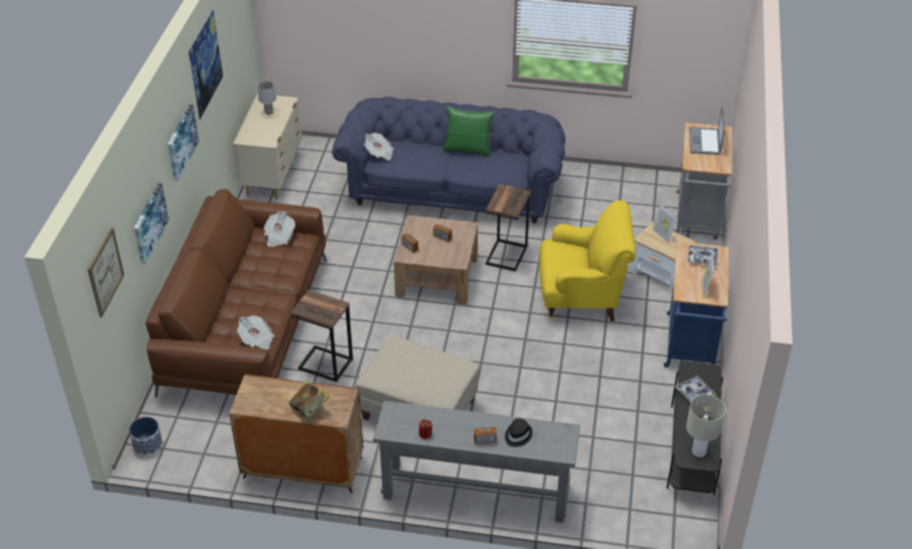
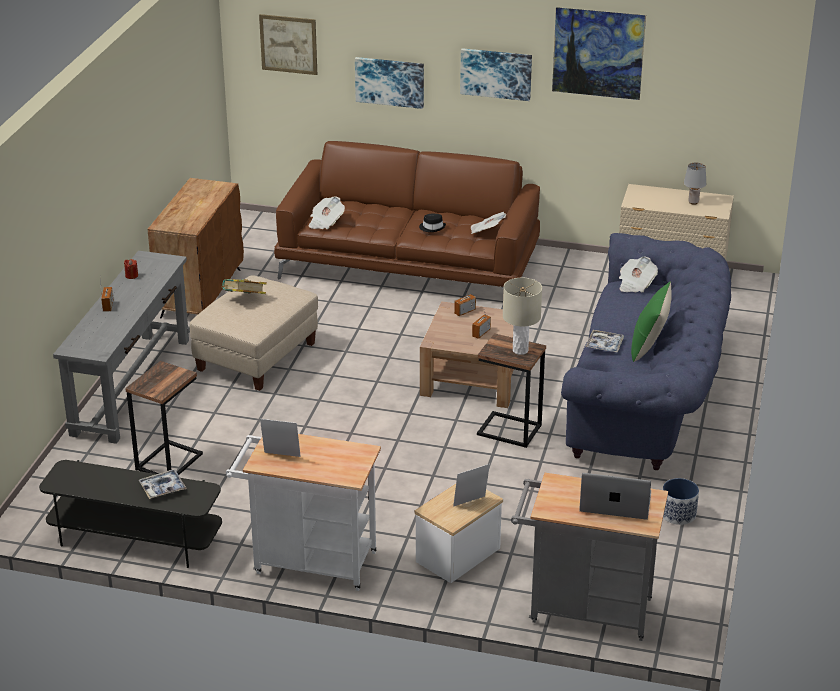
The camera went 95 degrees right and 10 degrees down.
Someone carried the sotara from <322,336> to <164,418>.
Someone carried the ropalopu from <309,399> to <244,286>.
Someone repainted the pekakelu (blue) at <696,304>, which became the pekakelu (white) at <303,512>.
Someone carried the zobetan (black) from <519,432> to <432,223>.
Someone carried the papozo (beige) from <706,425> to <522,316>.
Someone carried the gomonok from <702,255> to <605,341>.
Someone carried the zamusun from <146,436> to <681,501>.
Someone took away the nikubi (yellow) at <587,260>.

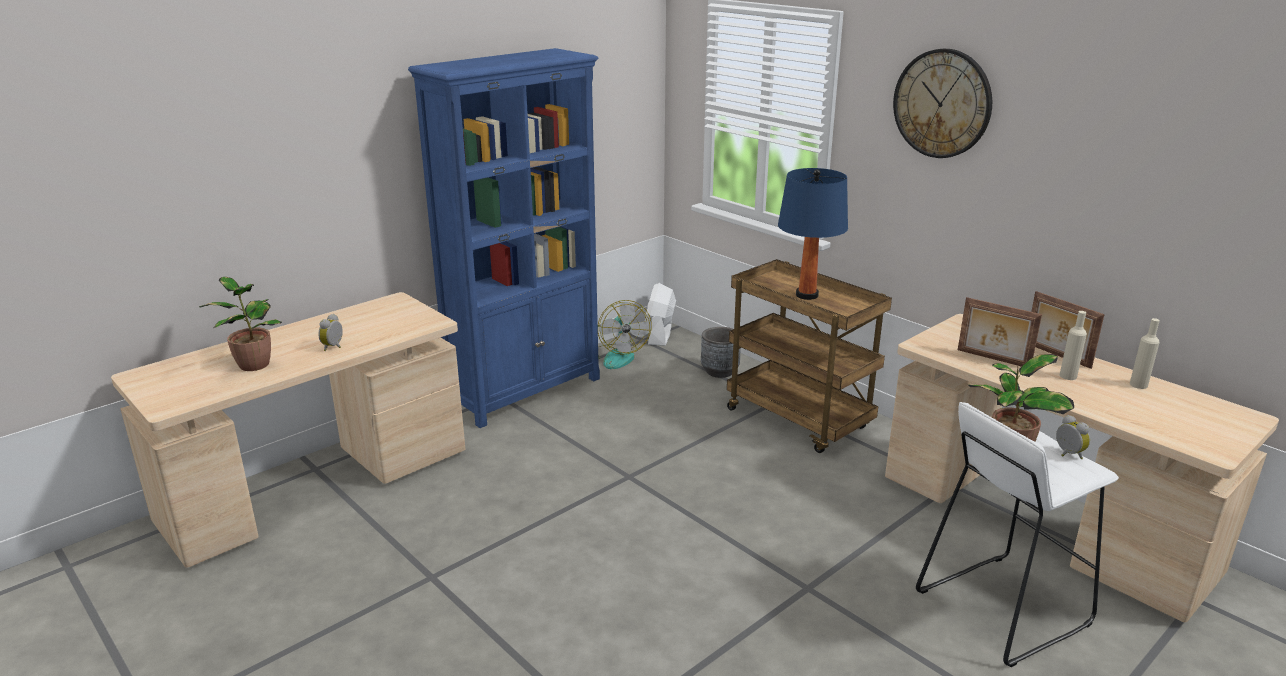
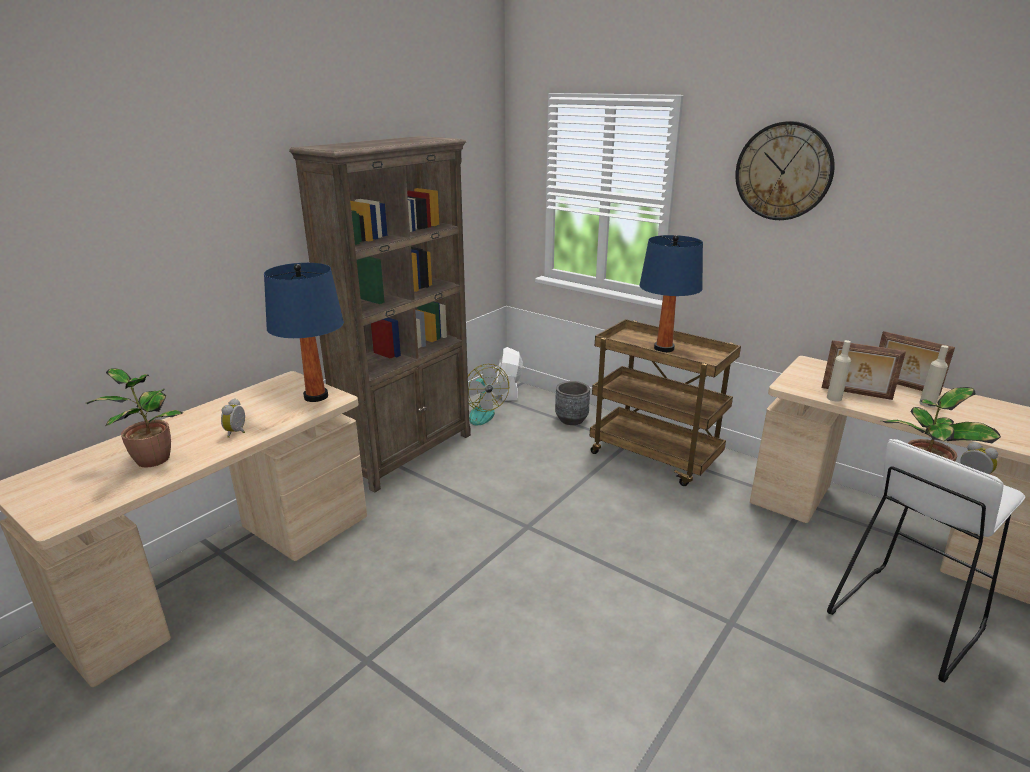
The camera went 10 degrees left and 0 degrees up.
Someone put down the papozo (blue) at <304,332>.
Someone repainted the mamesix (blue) at <504,238>, which became the mamesix (brown) at <380,314>.
Someone carried the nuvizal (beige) from <1145,353> to <839,371>.

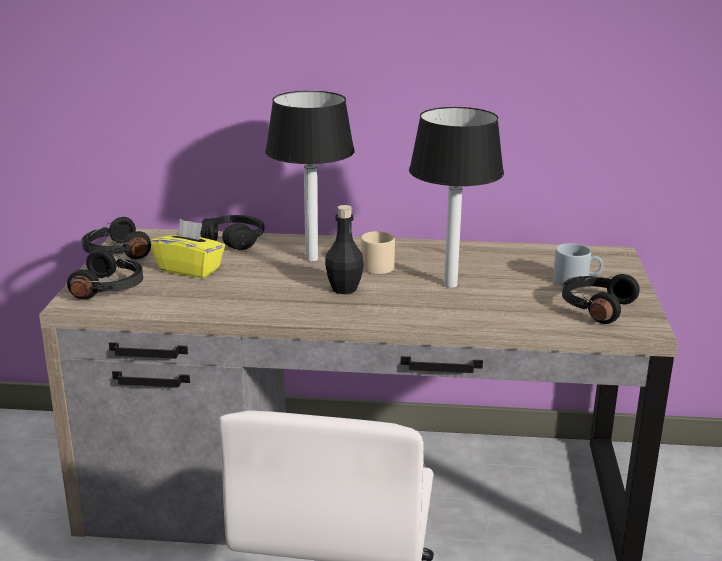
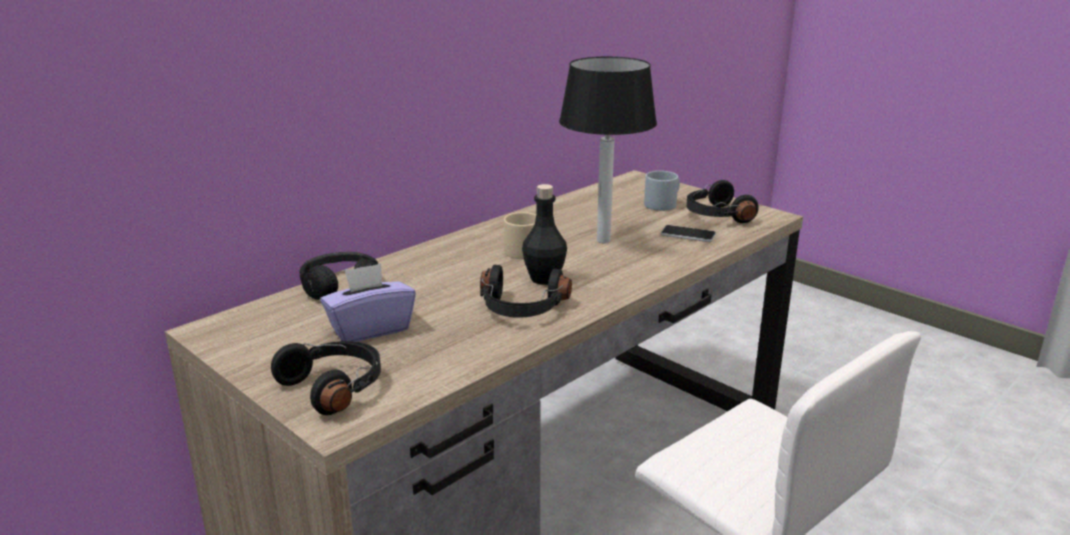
The camera went 50 degrees left and 0 degrees up.
Someone repainted the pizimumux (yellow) at <188,249>, which became the pizimumux (purple) at <368,302>.
Someone carried the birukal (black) from <116,238> to <526,291>.
Someone put down the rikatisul at <688,233>.
Someone took away the papozo at <310,176>.

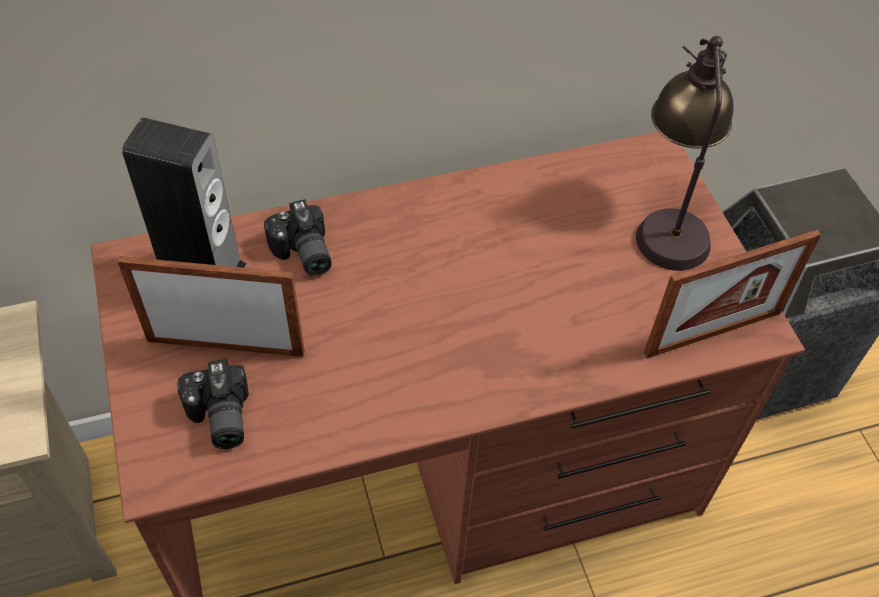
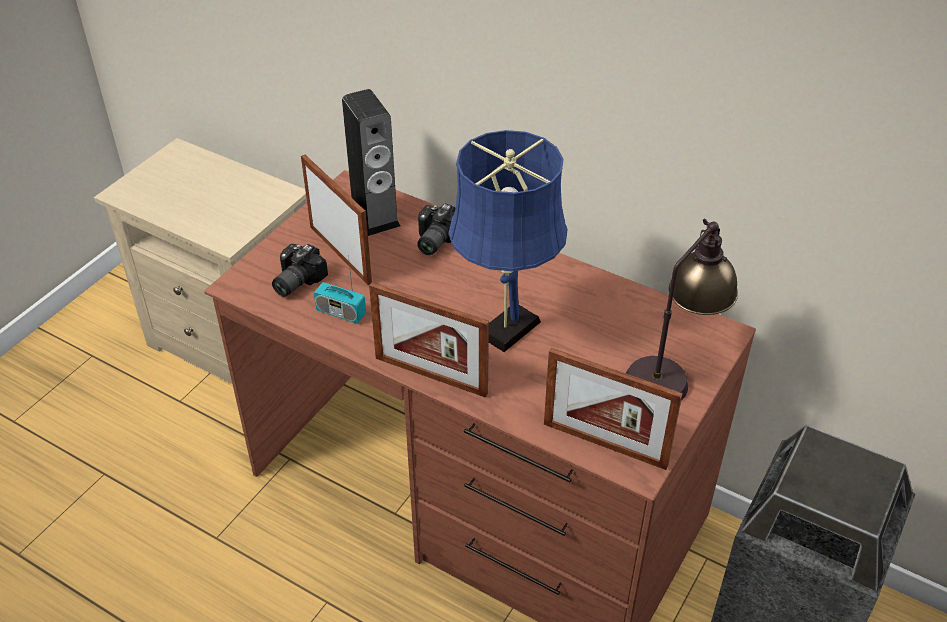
The camera went 50 degrees right and 10 degrees down.
Someone put down the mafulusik at <340,289>.
Someone put down the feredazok at <429,340>.
Someone put down the papozo (blue) at <507,241>.

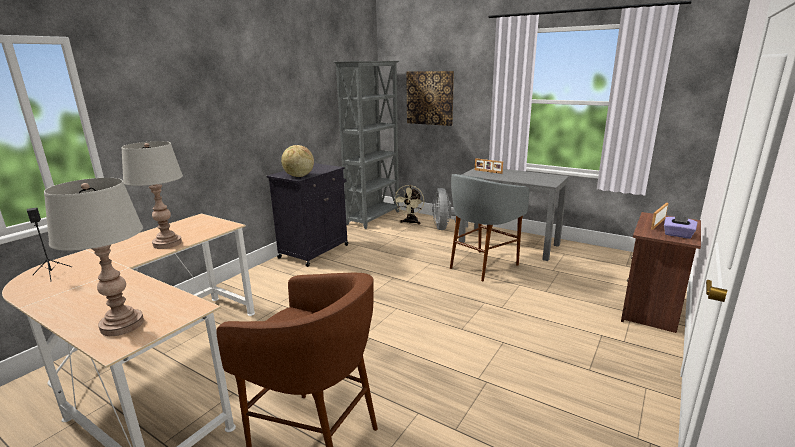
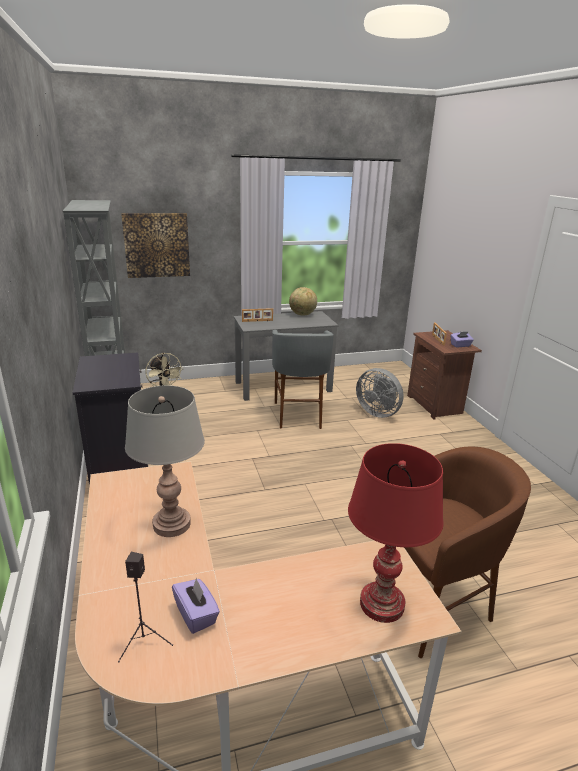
The camera went 50 degrees left and 5 degrees up.
Someone put down the pizimumux (purple) at <196,605>.
Someone carried the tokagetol from <297,161> to <303,301>.
Someone repainted the papozo (grey) at <94,257>, which became the papozo (red) at <396,533>.
Someone carried the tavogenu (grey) from <450,209> to <380,393>.

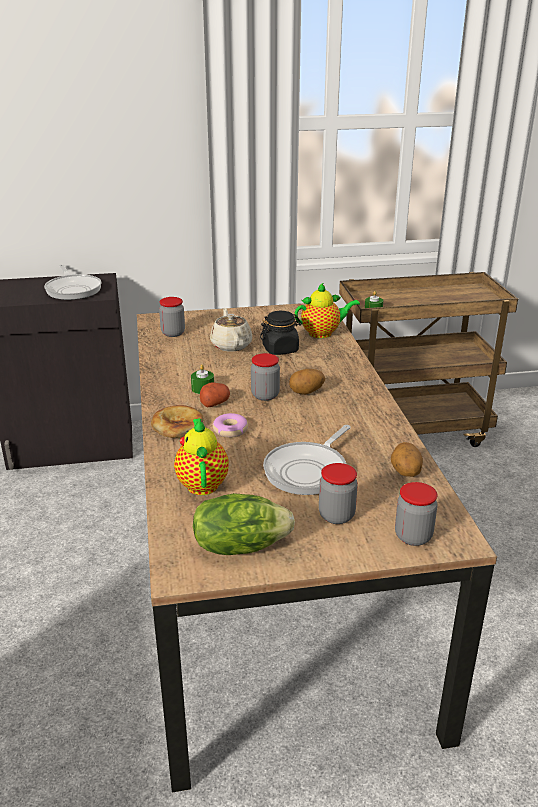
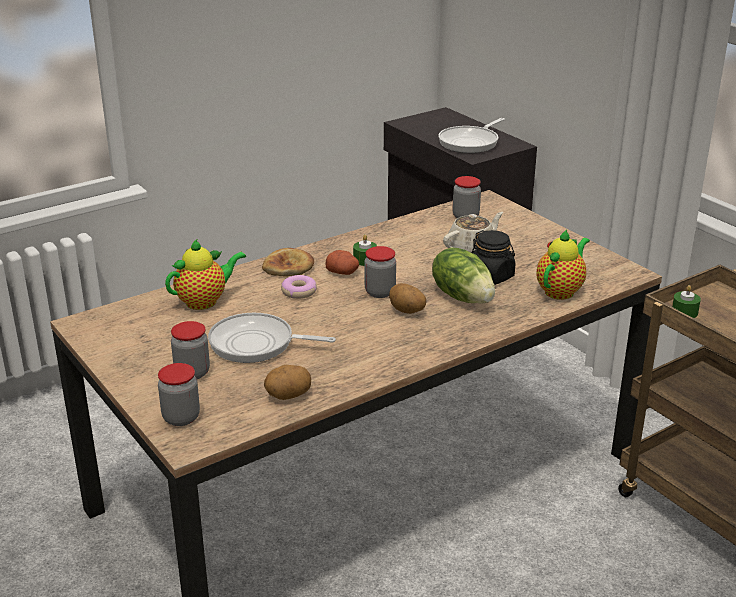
The camera went 65 degrees right and 0 degrees up.
Someone carried the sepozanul from <244,524> to <463,276>.
Someone rotated the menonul at <327,310> by 105 degrees counterclockwise.

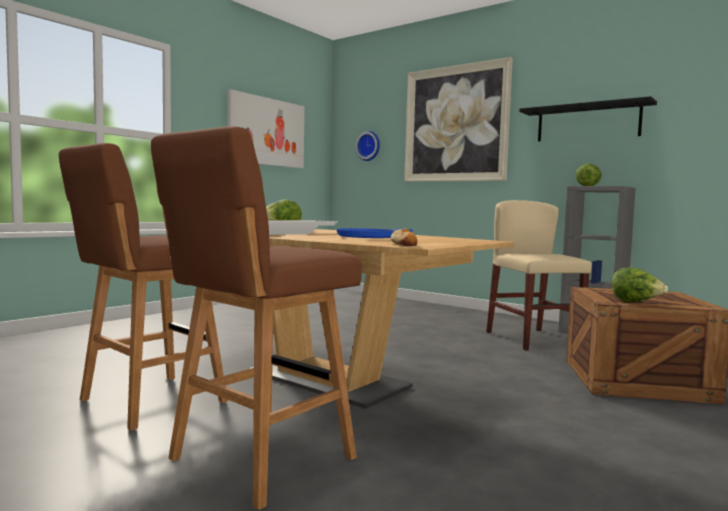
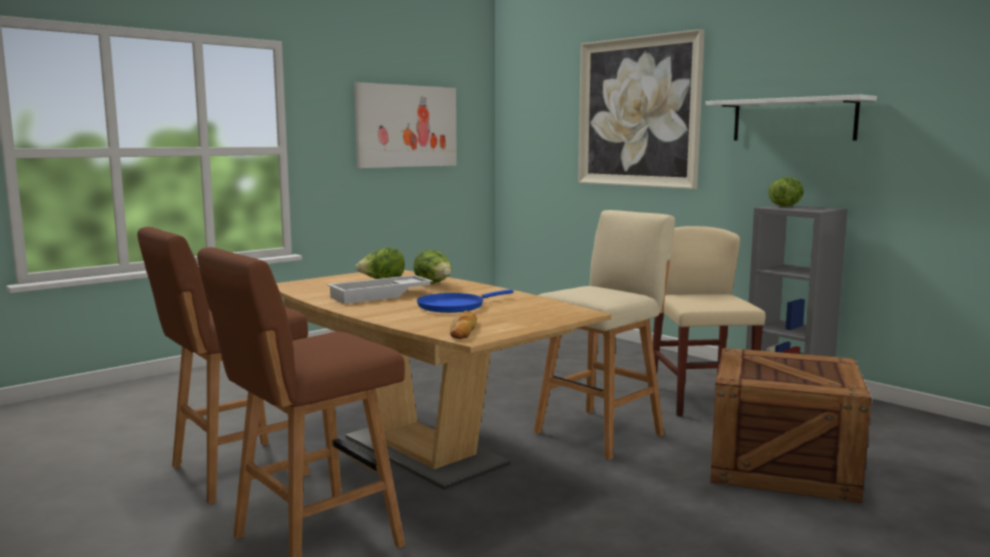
The camera went 10 degrees right and 5 degrees up.
Someone carried the sepozanul from <640,285> to <432,267>.
Someone put down the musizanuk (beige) at <604,335>.
Someone repainted the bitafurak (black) at <588,119>, which became the bitafurak (white) at <791,118>.
Someone took away the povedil at <368,146>.

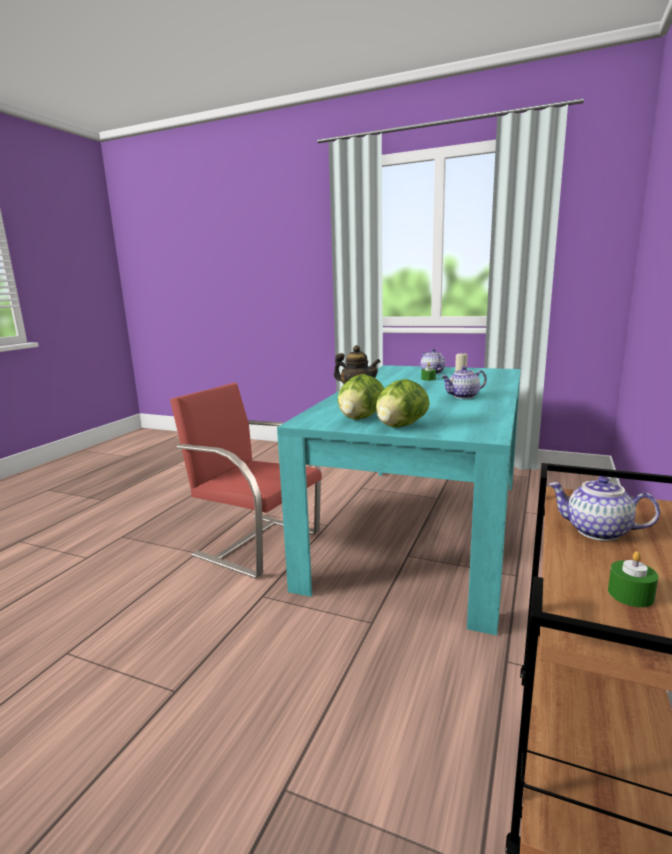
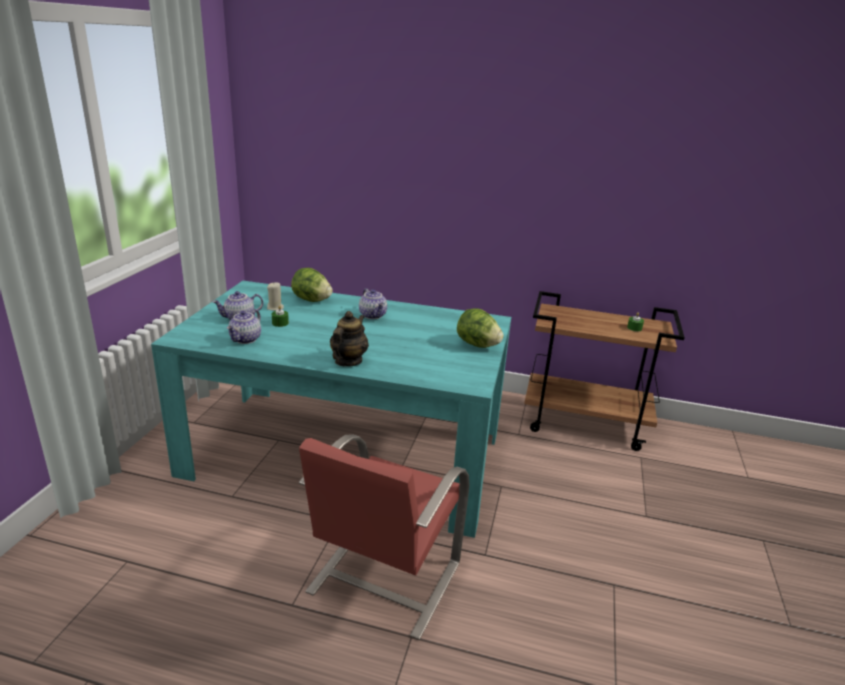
The camera went 100 degrees left and 10 degrees up.
Someone carried the menonul from <604,508> to <244,326>.
Someone carried the sepozanul from <361,397> to <312,285>.

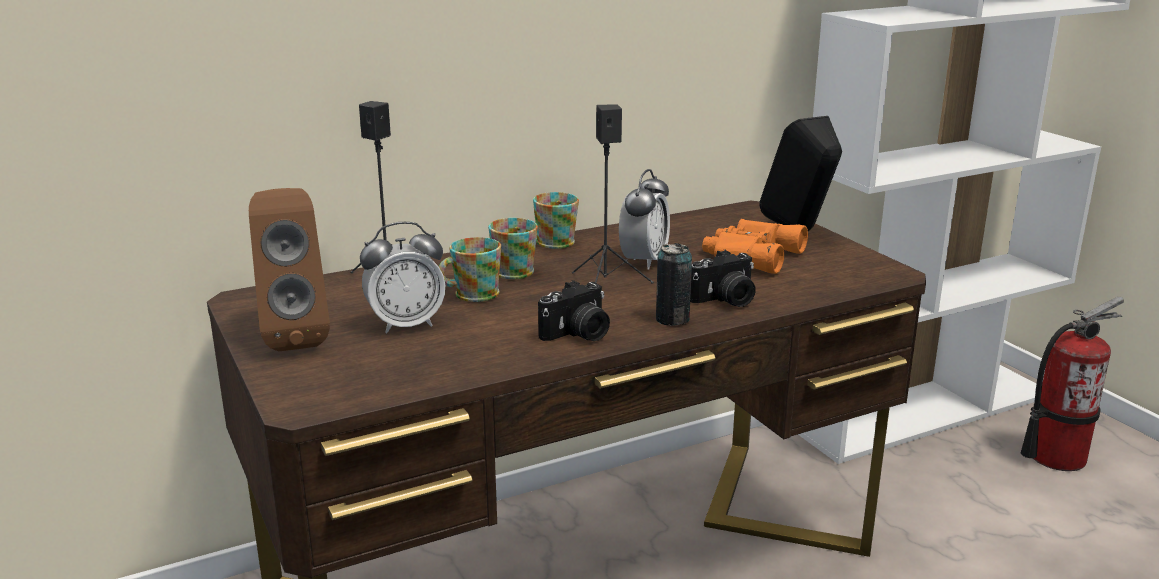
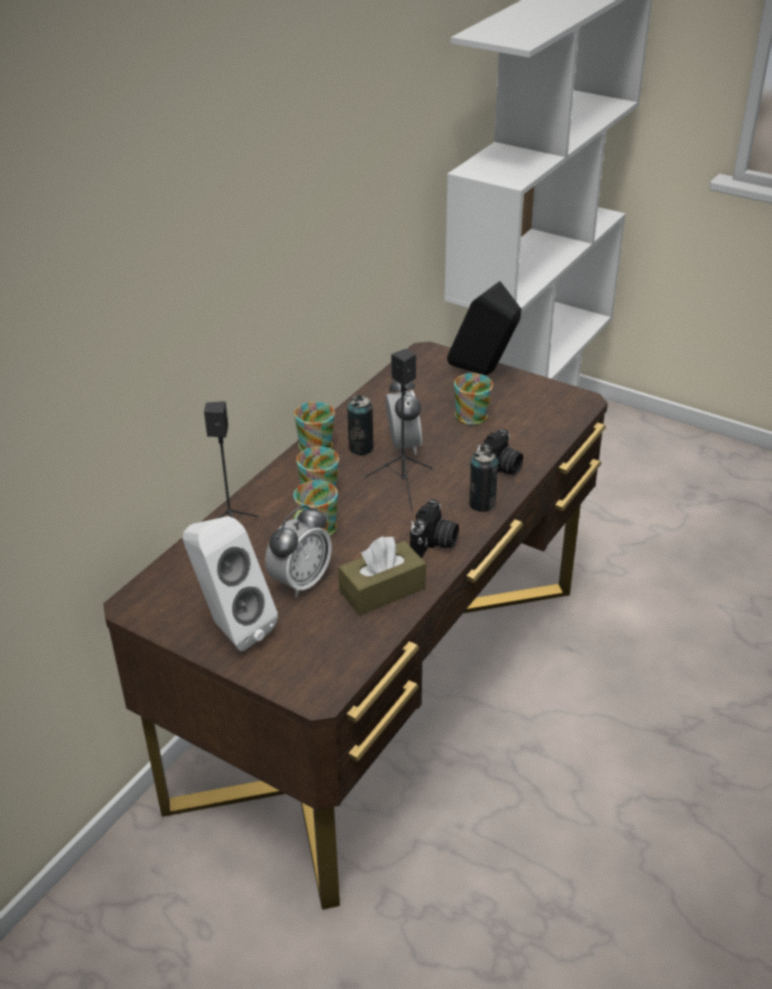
The camera went 30 degrees left and 15 degrees up.
Someone repainted the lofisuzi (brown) at <289,269>, which became the lofisuzi (white) at <230,583>.
Someone put down the pizimumux (brown) at <382,575>.
Someone put down the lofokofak at <360,425>.
Someone swapped the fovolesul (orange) at <755,246> for the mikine at <473,399>.
Someone took away the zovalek at <1072,384>.

